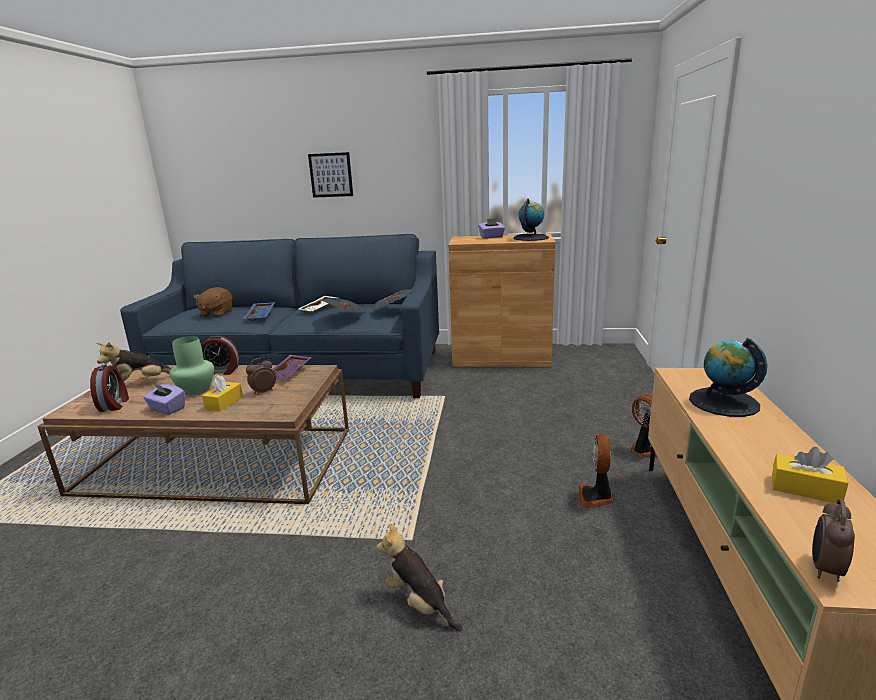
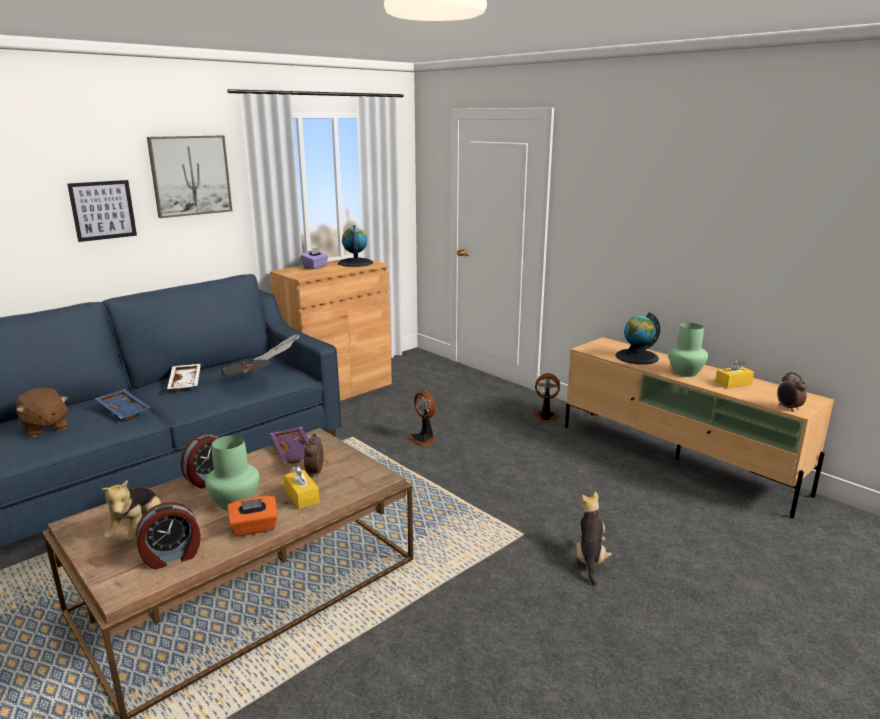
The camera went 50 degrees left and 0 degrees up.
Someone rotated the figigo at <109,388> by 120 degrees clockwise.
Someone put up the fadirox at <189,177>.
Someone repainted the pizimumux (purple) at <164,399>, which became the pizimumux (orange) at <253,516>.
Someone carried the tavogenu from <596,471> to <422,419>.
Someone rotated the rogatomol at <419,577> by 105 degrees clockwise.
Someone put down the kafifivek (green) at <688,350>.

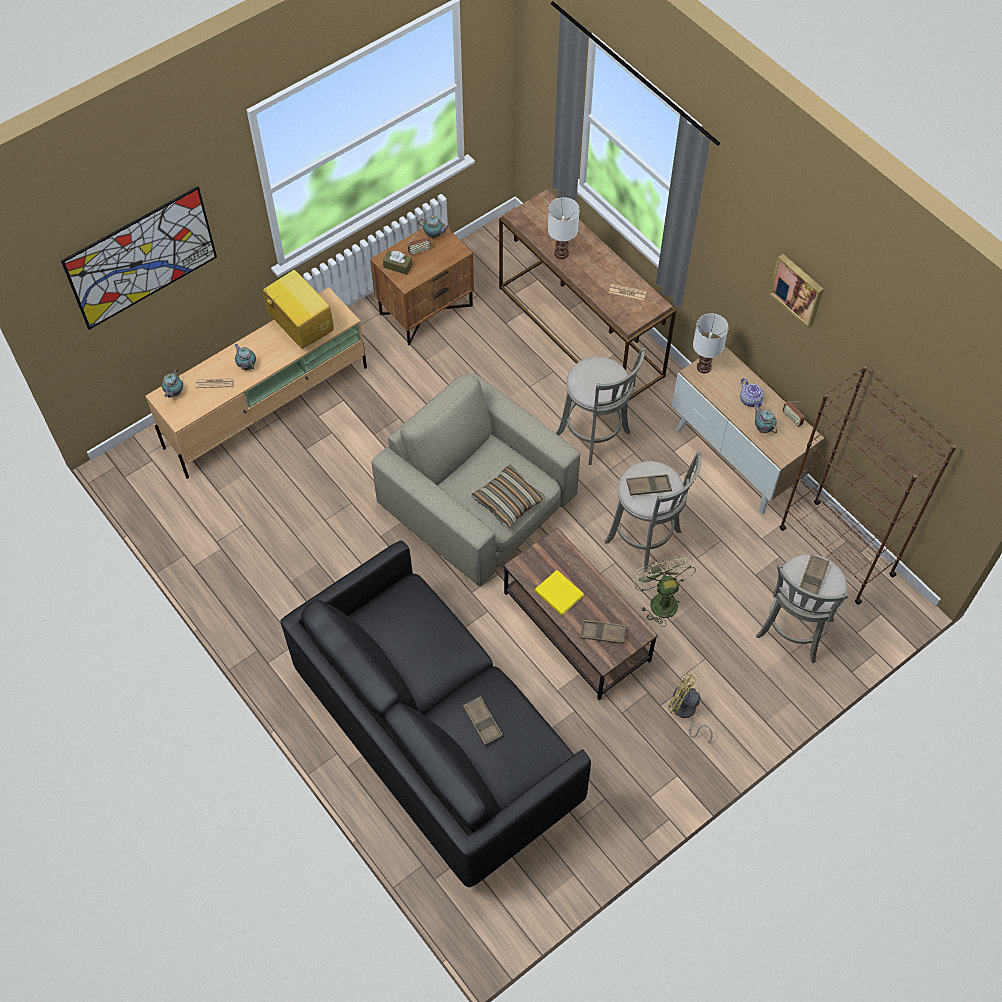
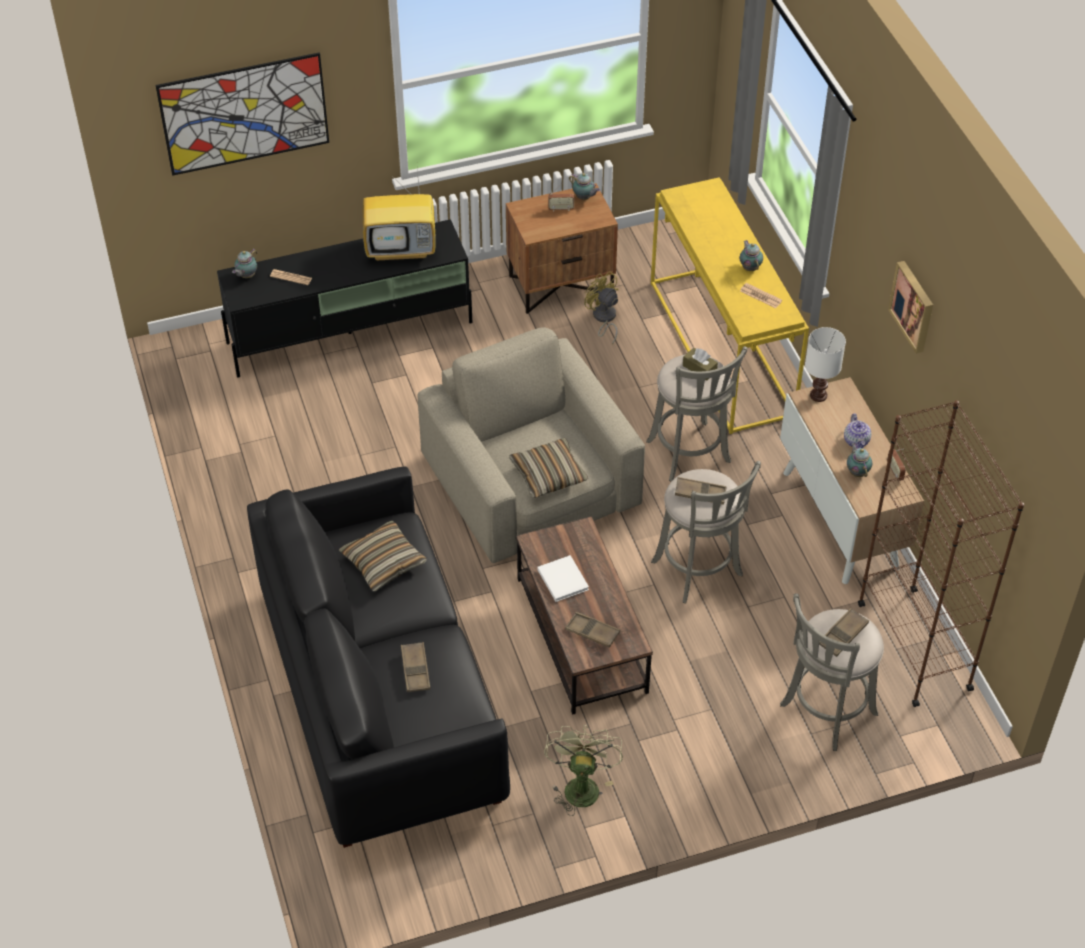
The camera went 20 degrees right and 10 degrees down.
Someone repainted the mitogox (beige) at <256,383>, which became the mitogox (black) at <344,298>.
Someone put down the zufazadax at <383,556>.
Someone rotated the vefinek at <298,309> by 105 degrees clockwise.
Someone repainted the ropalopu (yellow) at <559,592>, which became the ropalopu (white) at <563,578>.
Someone carried the tavogenu (green) from <664,591> to <583,770>.
Someone carried the tavogenu (yellow) from <690,708> to <601,308>.
Someone repainted the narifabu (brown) at <587,294>, which became the narifabu (yellow) at <730,305>.
Someone carried the pizimumux (brown) from <397,263> to <700,364>.
Someone carried the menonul from <245,357> to <751,255>.
Someone took away the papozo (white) at <564,228>.

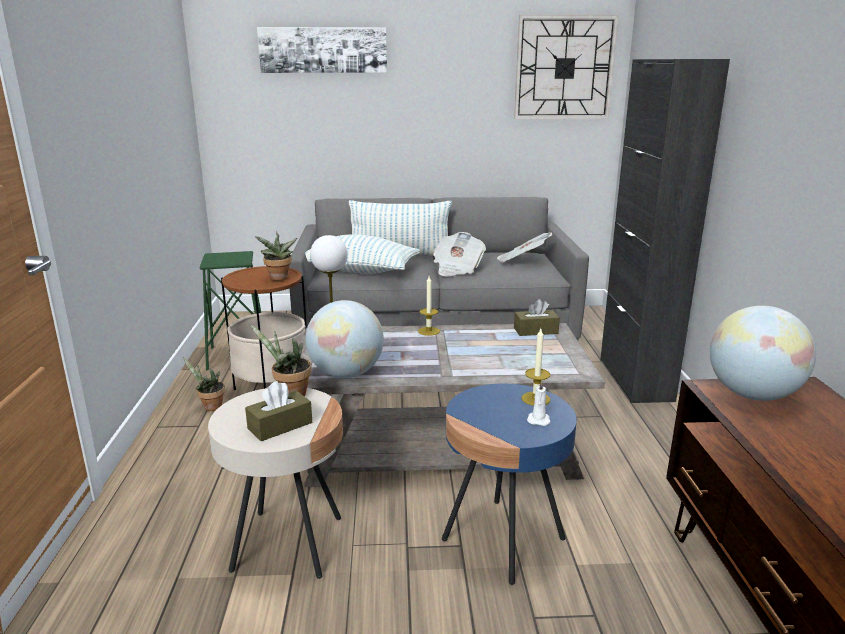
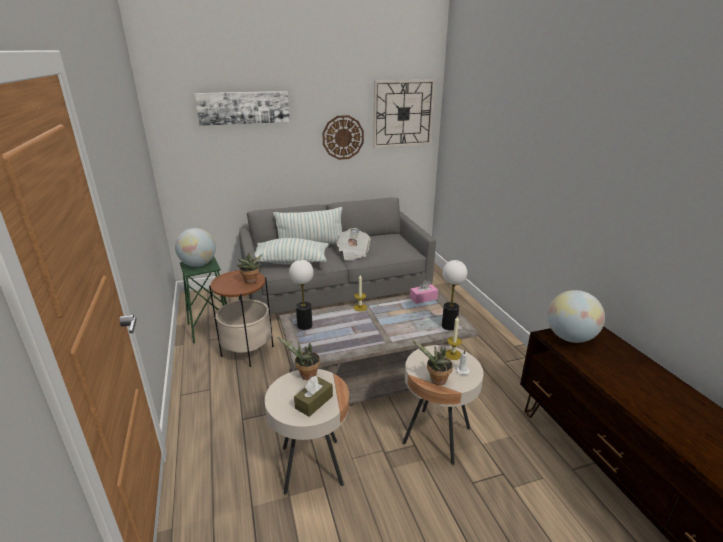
The camera went 15 degrees left and 5 degrees up.
Someone carried the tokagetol from <345,339> to <195,247>.
Someone put up the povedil at <343,137>.
Someone repainted the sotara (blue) at <509,484>, which became the sotara (beige) at <443,405>.
Someone repainted the pizimumux (brown) at <537,317>, which became the pizimumux (pink) at <424,292>.
Someone carried the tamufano from <204,384> to <432,362>.
Someone put down the papozo at <454,295>.
Someone took away the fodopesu at <524,248>.
Someone took away the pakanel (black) at <665,231>.

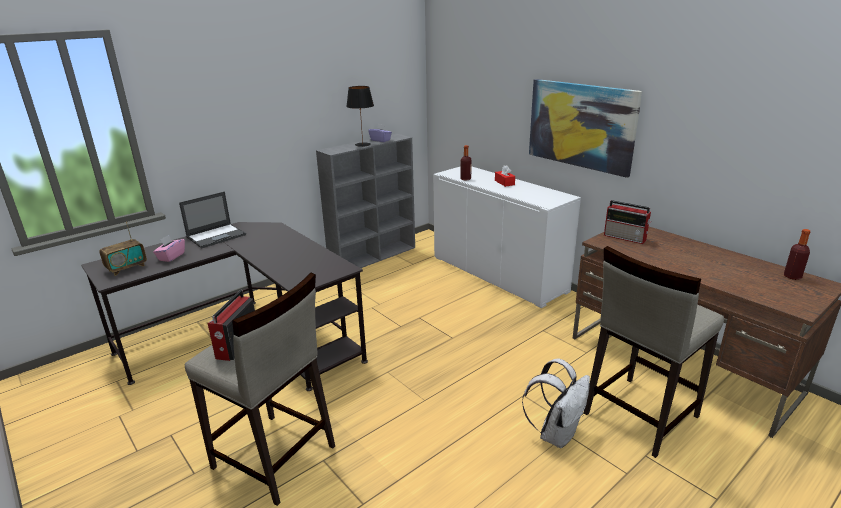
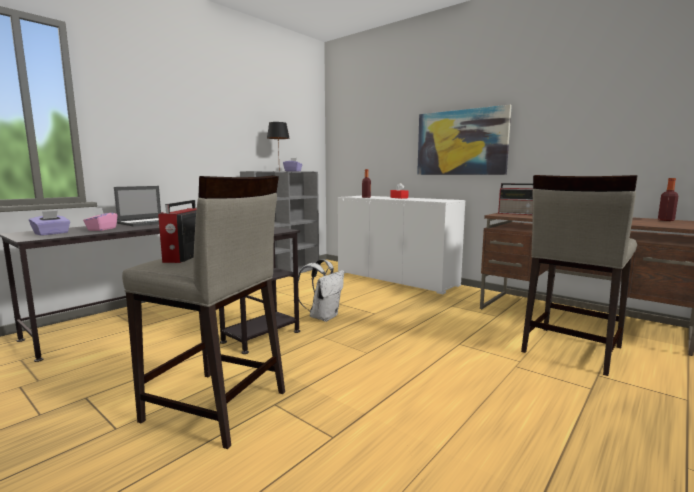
The camera went 10 degrees left and 15 degrees down.
Someone swapped the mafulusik at <123,249> for the pizimumux (purple) at <49,223>.
Someone carried the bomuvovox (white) from <556,403> to <321,290>.

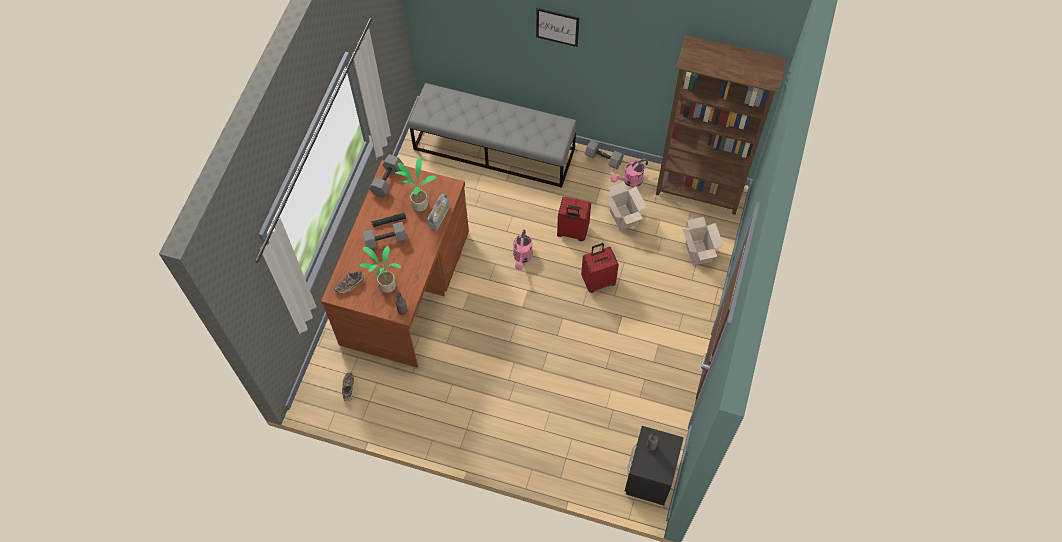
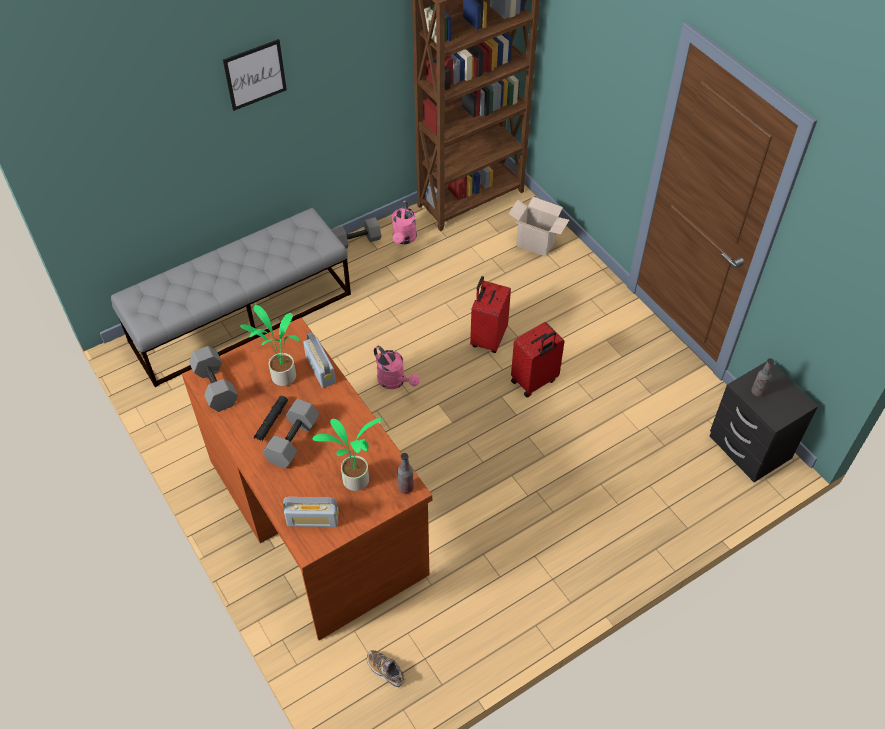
The camera went 50 degrees left and 10 degrees down.
Someone swapped the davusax at <349,282> for the mafulusik at <310,512>.
Someone carried the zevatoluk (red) from <574,219> to <538,360>.
Someone took away the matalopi at <626,206>.

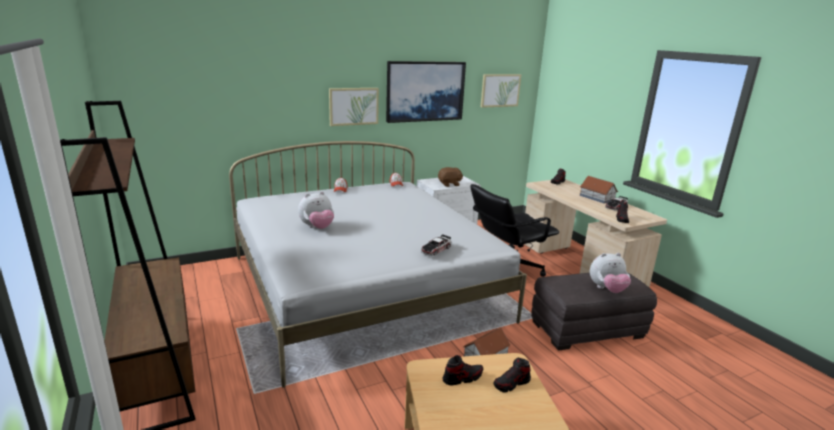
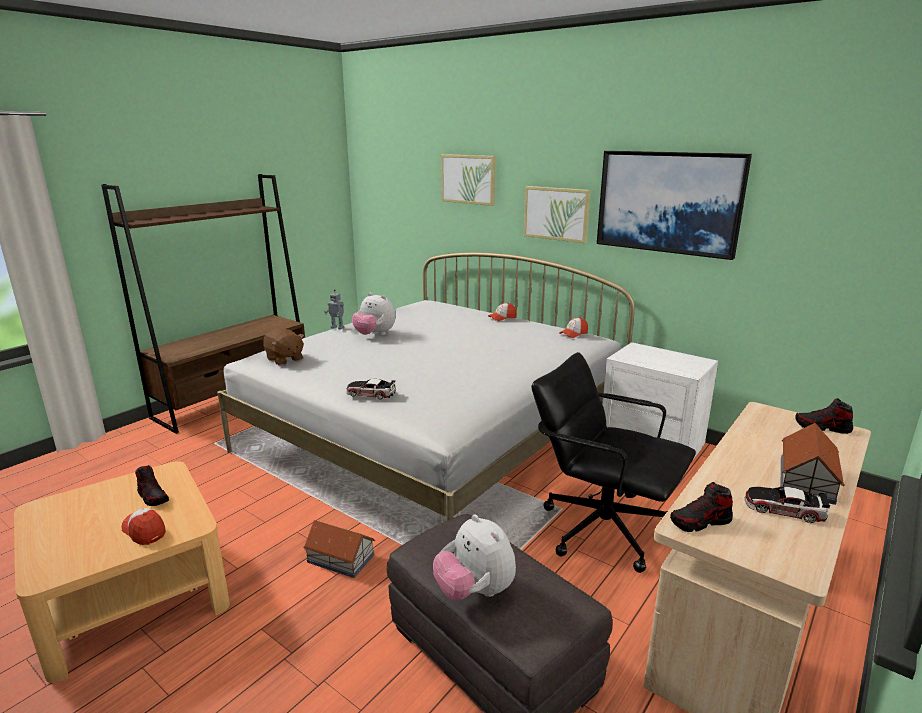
The camera went 65 degrees right and 0 degrees up.
Someone swapped the davusax at <512,374> for the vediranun at <143,526>.
Someone carried the rogatomol (brown) from <450,177> to <283,347>.
Someone put down the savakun at <334,309>.
Someone carried the fadirox from <501,91> to <468,180>.

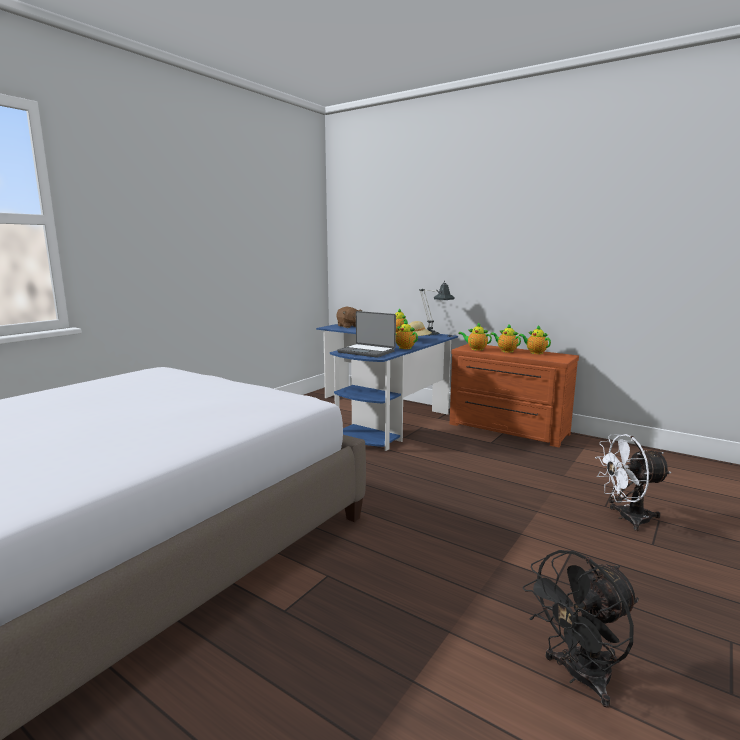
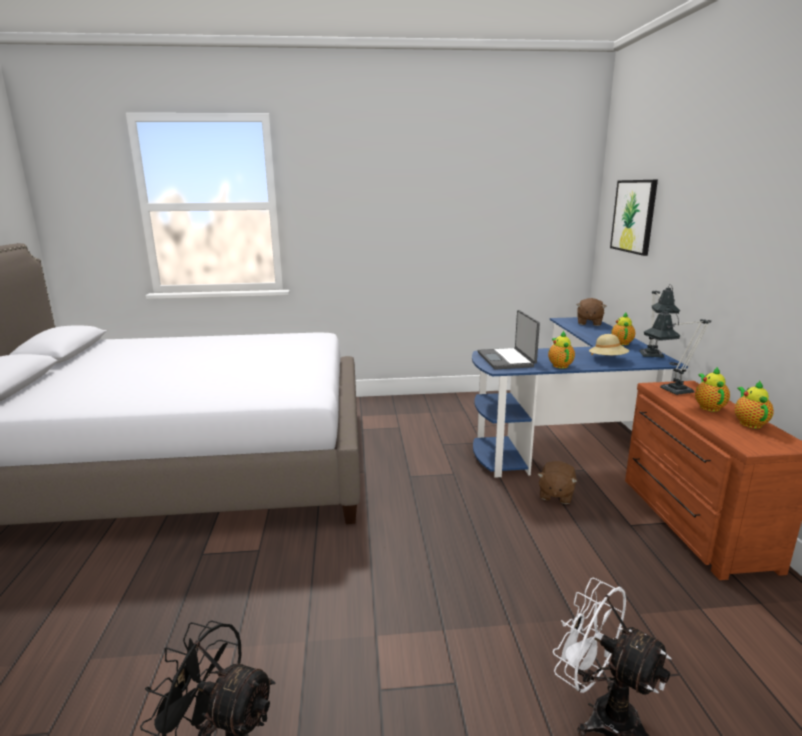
The camera went 50 degrees right and 5 degrees up.
Someone put down the rogatomol (brown) at <557,482>.
Someone put up the fadirox at <634,218>.
Someone swapped the menonul at <475,336> for the papozo at <677,351>.

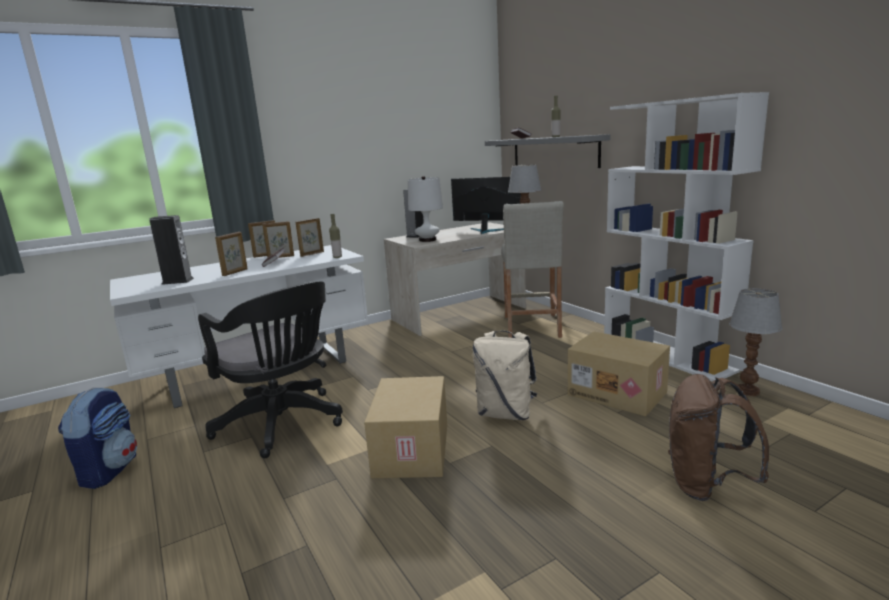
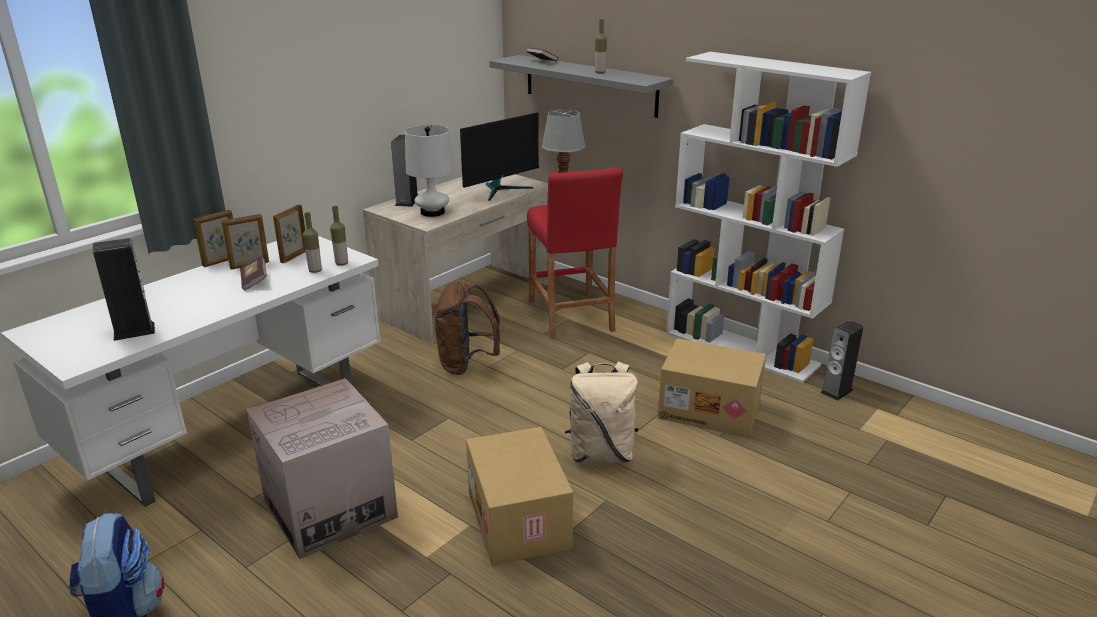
The camera went 20 degrees left and 10 degrees up.
Someone swapped the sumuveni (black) at <270,369> for the matalopi at <322,468>.
Someone put down the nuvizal at <312,242>.
Someone carried the bomuvovox (brown) from <718,437> to <467,328>.
Someone rotated the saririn at <486,205> by 135 degrees clockwise.
Someone repainted the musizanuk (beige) at <532,269>, which became the musizanuk (red) at <575,253>.
Someone swapped the papozo at <756,342> for the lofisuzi at <841,360>.
Someone took away the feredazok at <231,254>.

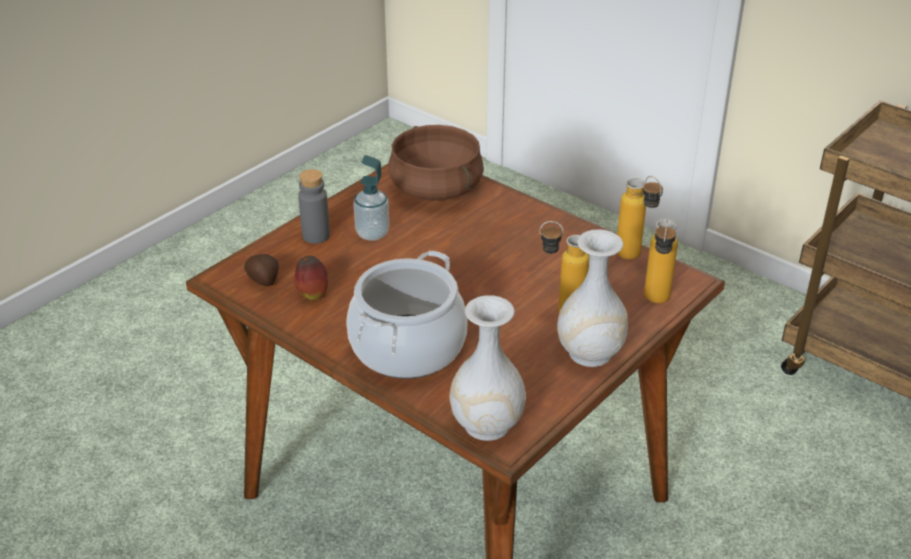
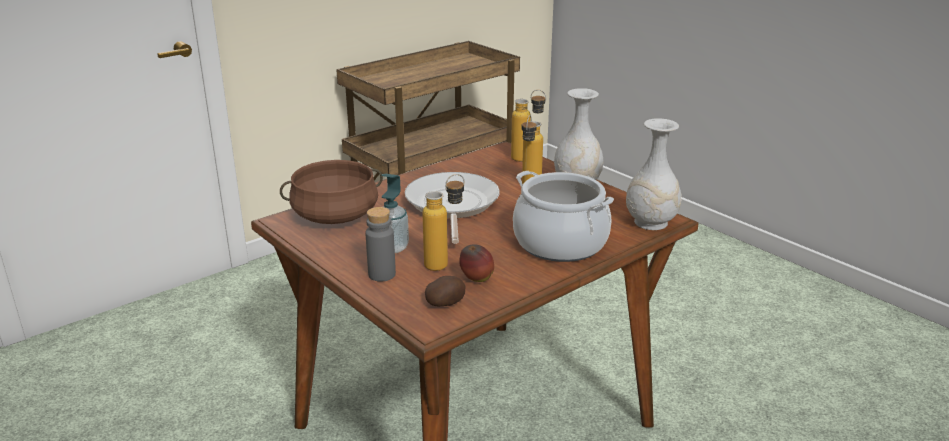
The camera went 80 degrees left and 10 degrees down.
Someone put down the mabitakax at <452,208>.
Someone carried the nuvizal from <640,217> to <443,222>.

